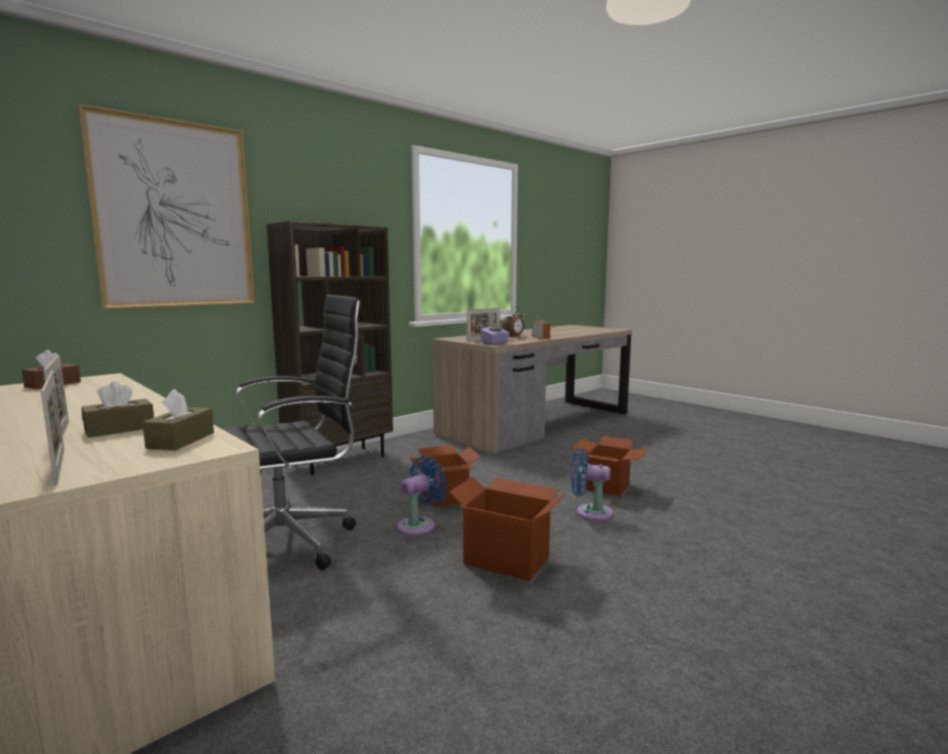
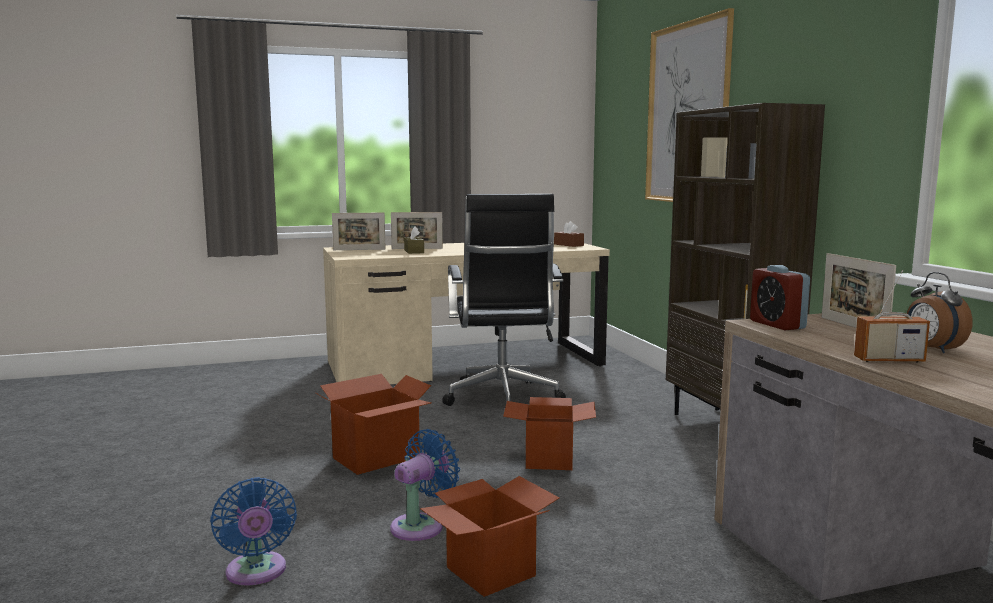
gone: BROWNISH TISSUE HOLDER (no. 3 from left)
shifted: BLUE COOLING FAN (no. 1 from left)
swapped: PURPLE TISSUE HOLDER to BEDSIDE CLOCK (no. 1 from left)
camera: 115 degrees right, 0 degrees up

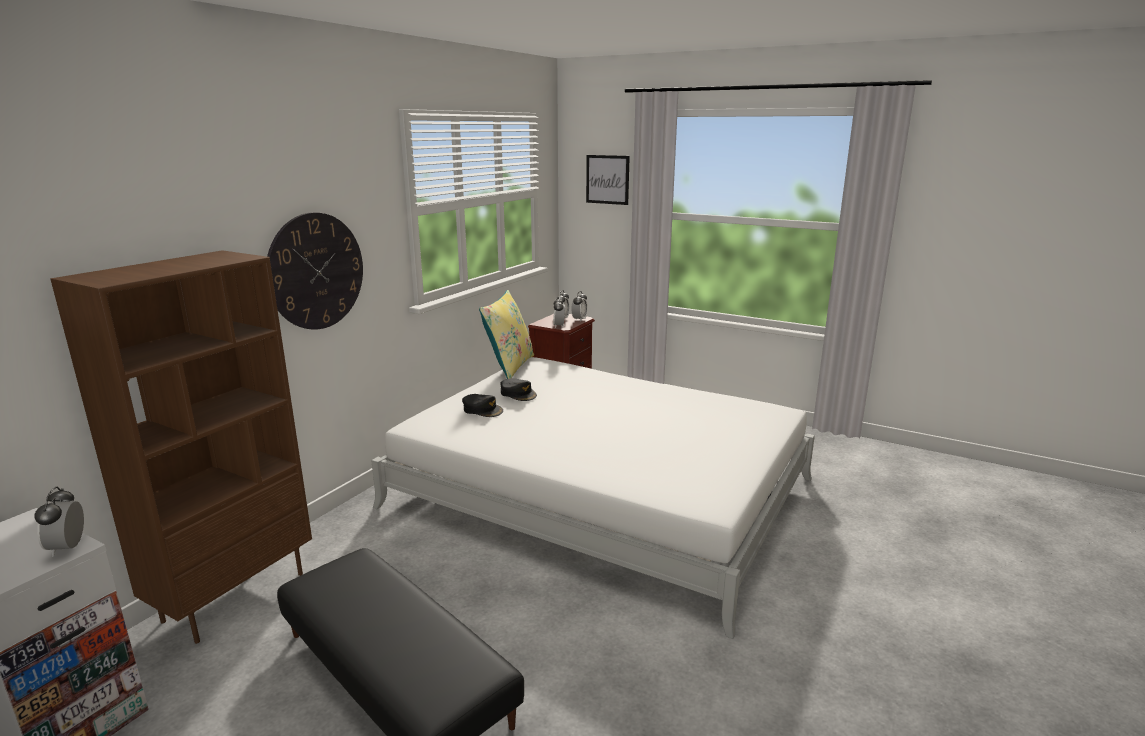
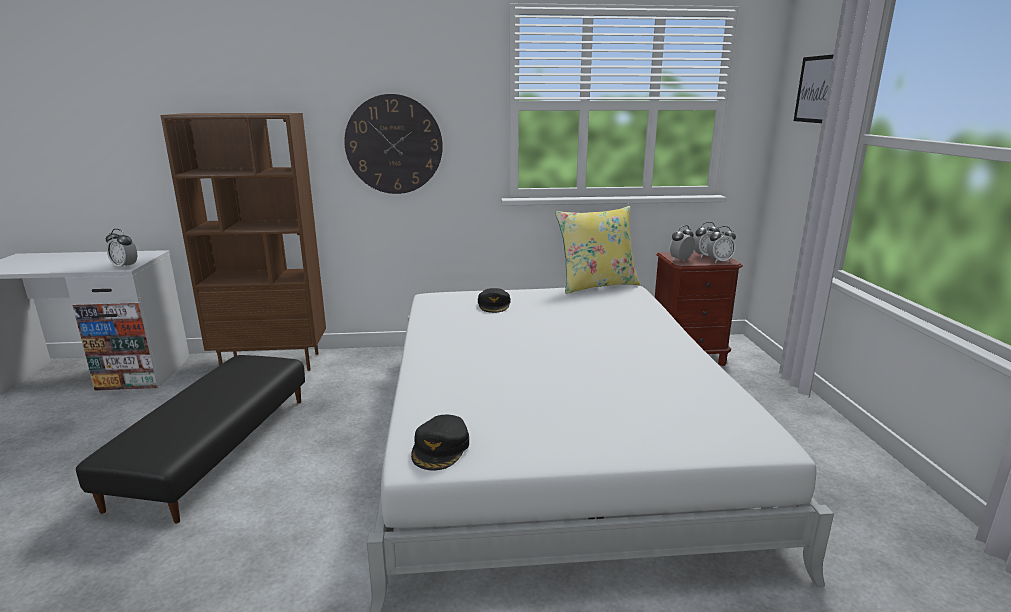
shifted: BLACK PEAKED CAP (no. 2 from left in the first image) to BLACK PEAKED CAP (no. 1 from left)
rotated: BEDSIDE CLOCK (no. 1 from left) 105 degrees counterclockwise
camera: 55 degrees right, 0 degrees up

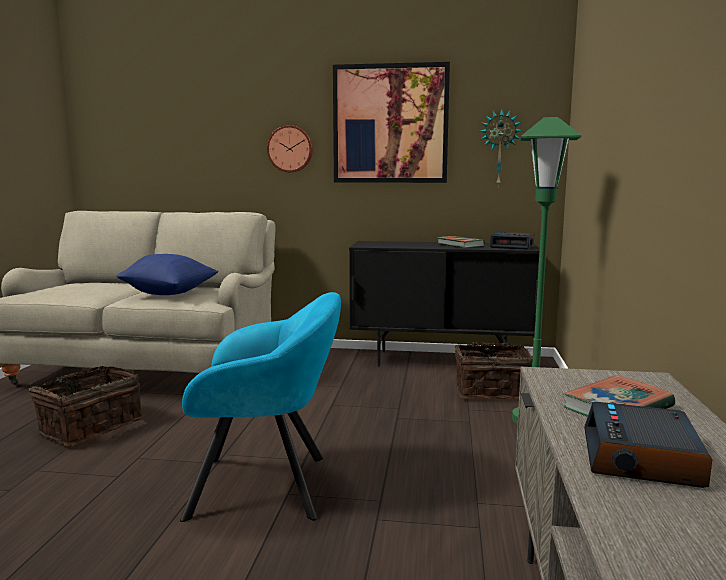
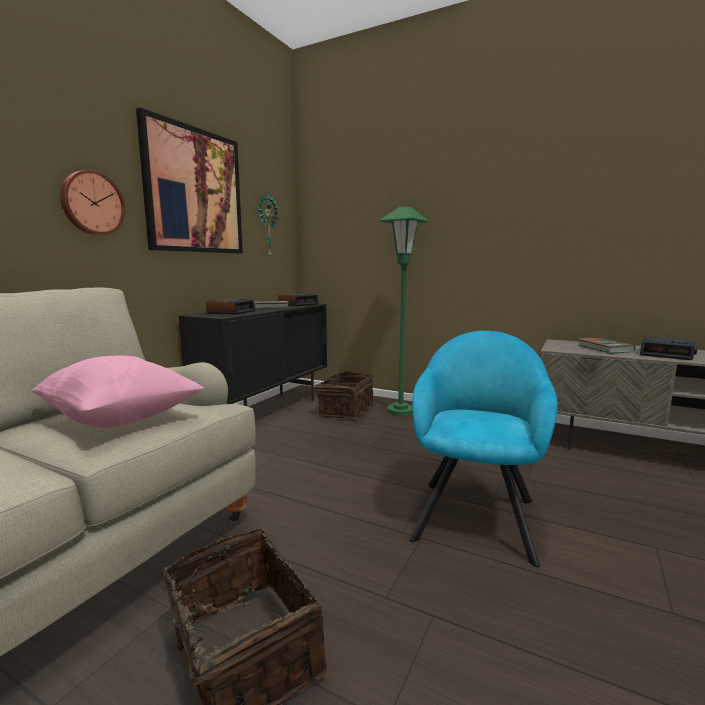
new: BEDSIDE CLOCK (no. 1 from left)
repainted: BLUE THROW PILLOW to PINK THROW PILLOW
camera: 70 degrees left, 0 degrees up

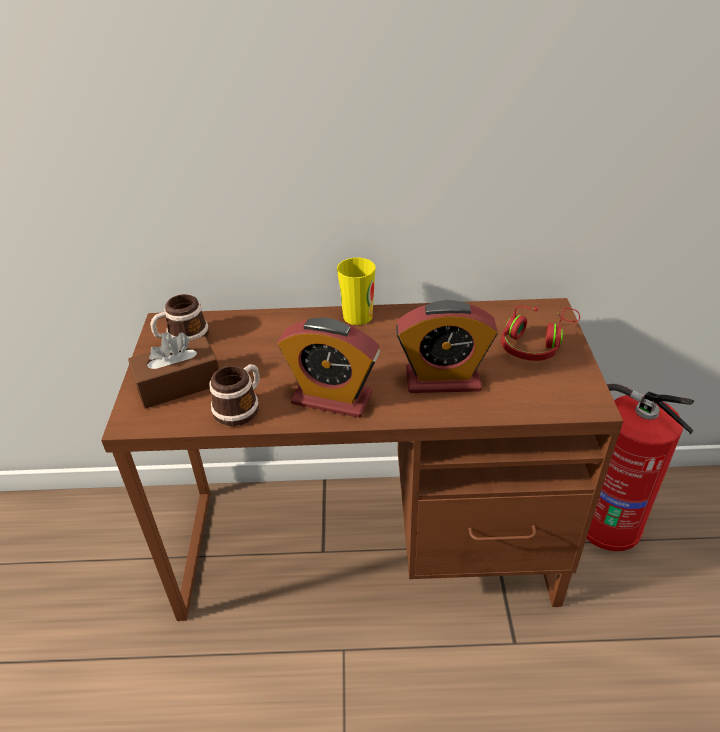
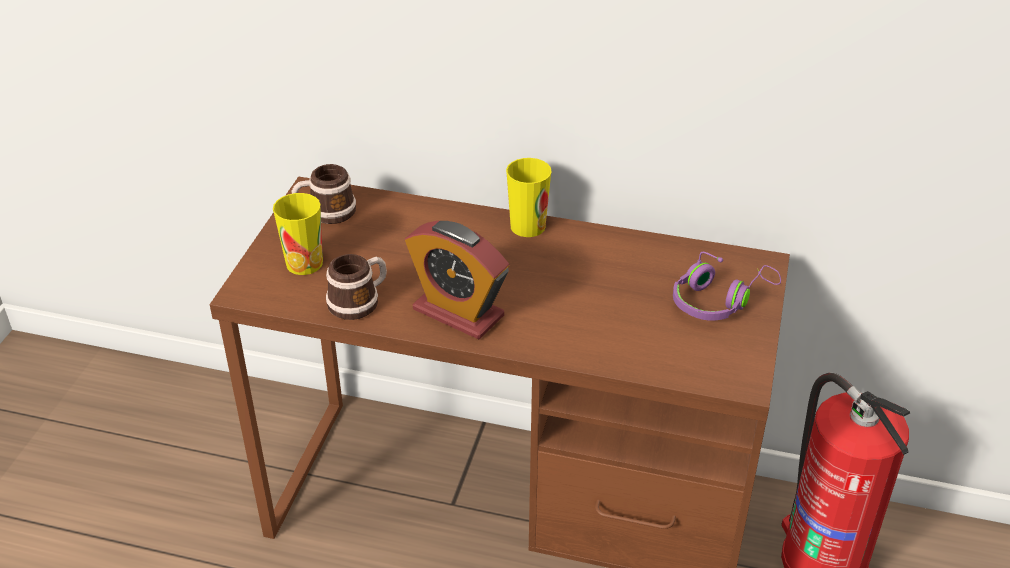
gone: BEDSIDE CLOCK (no. 2 from left)
swapped: BROWNISH TISSUE HOLDER to SMALL CUP (no. 1 from left)
repainted: RED PAIR OF HEADPHONES to PURPLE PAIR OF HEADPHONES
camera: 15 degrees right, 0 degrees up

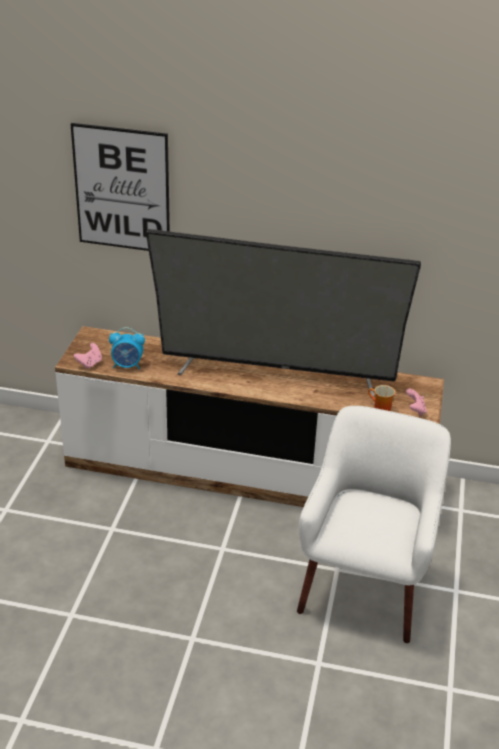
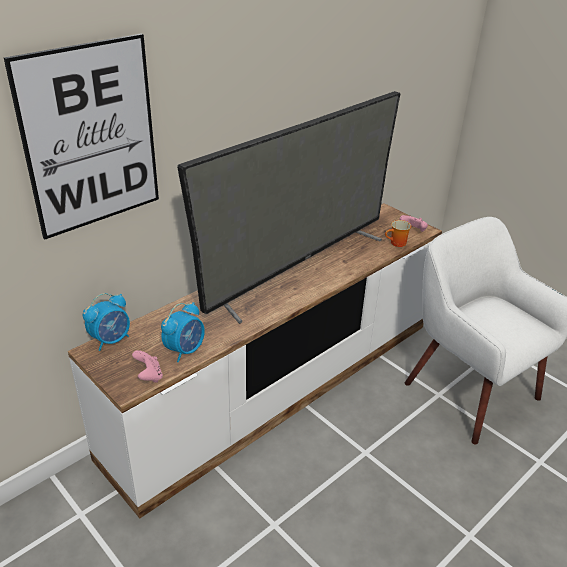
new: BEDSIDE CLOCK (no. 1 from left)
camera: 55 degrees left, 0 degrees up

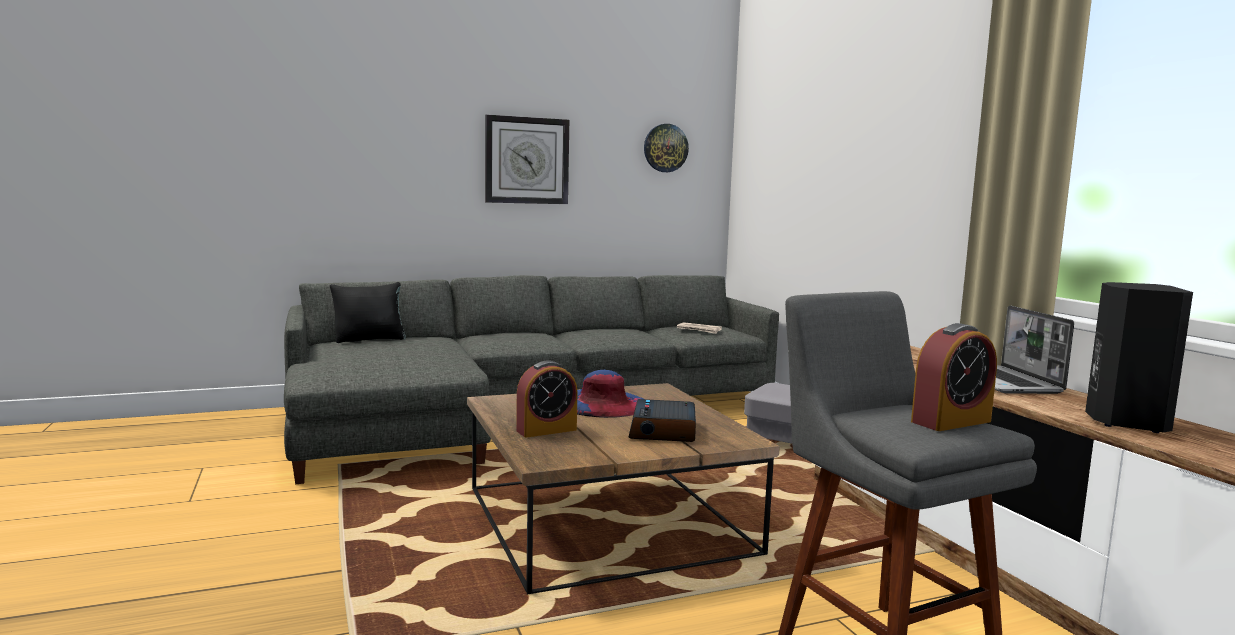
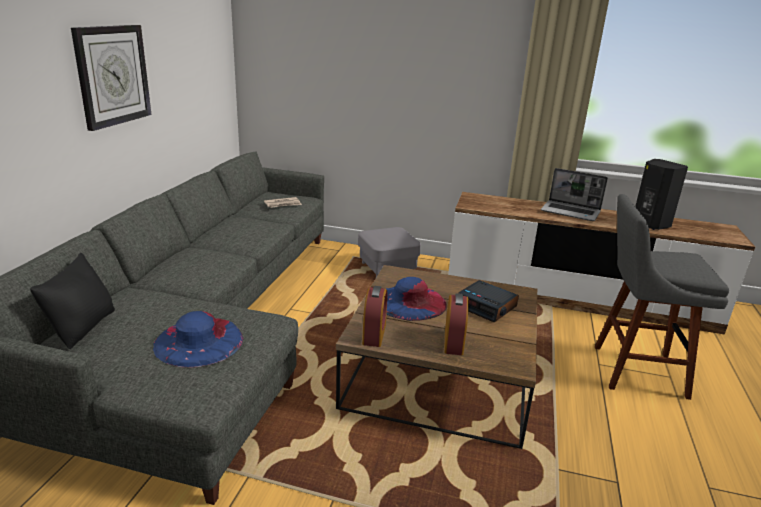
gone: CLOCK ON THE WALL (no. 2 from left)
new: BLUE WEARABLE HAT (no. 1 from left)
shifted: BEDSIDE CLOCK (no. 3 from left in the first image) to BEDSIDE CLOCK (no. 1 from left)
camera: 55 degrees left, 15 degrees up

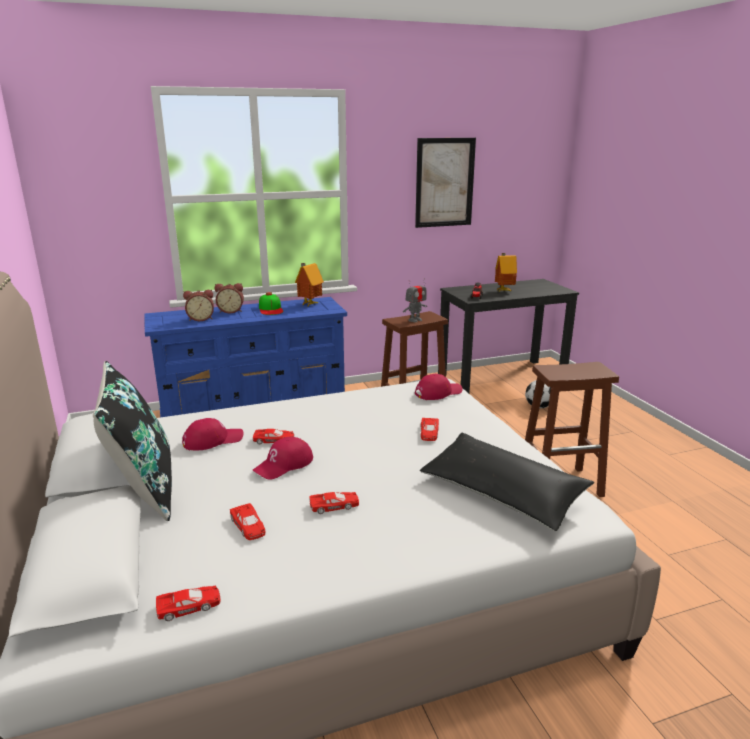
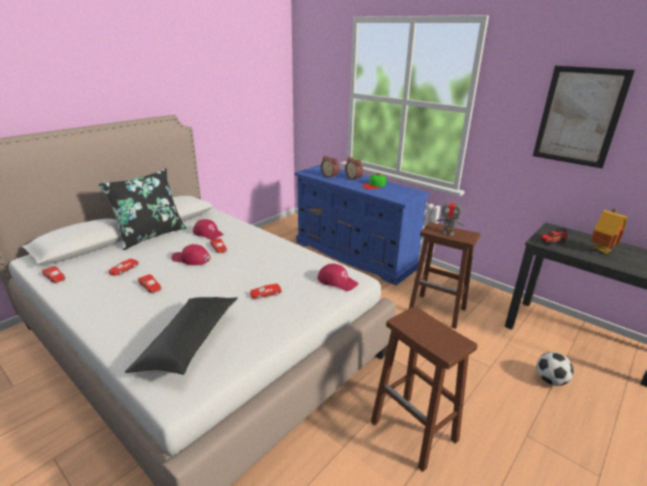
gone: TOY HOUSE (no. 1 from left)
camera: 60 degrees right, 5 degrees up

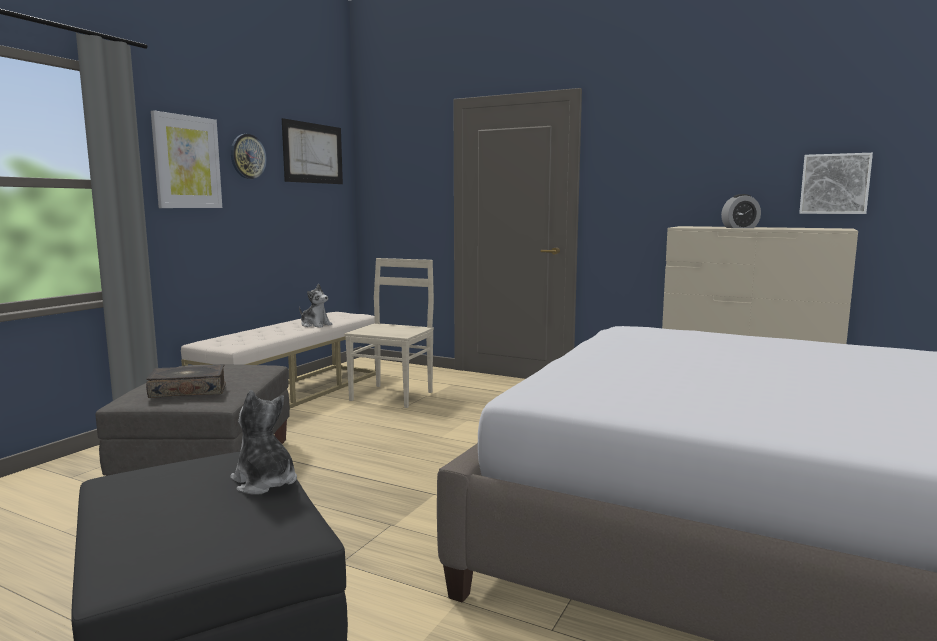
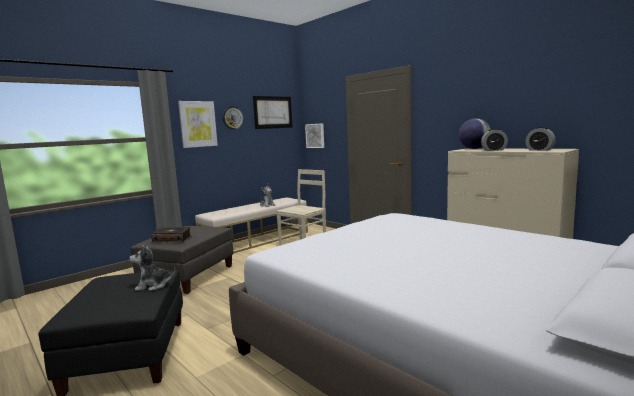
new: DESK GLOBE; BEDSIDE CLOCK (no. 2 from left)
shifted: PICTURE (no. 3 from left)
rotated: CUDDLY TOY (no. 1 from left) 75 degrees counterclockwise
camera: 20 degrees right, 0 degrees up

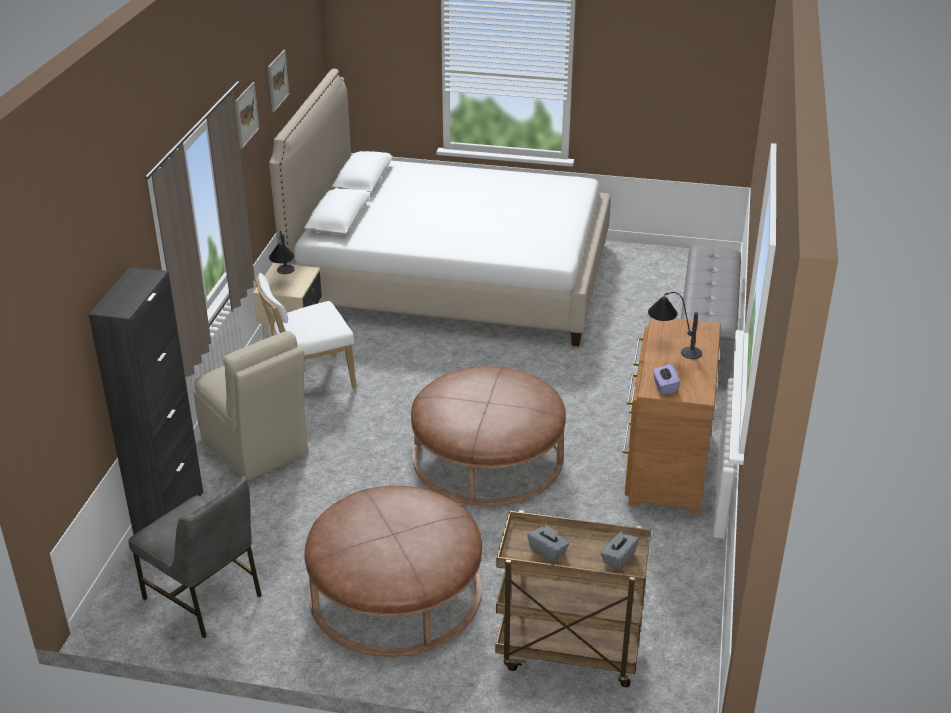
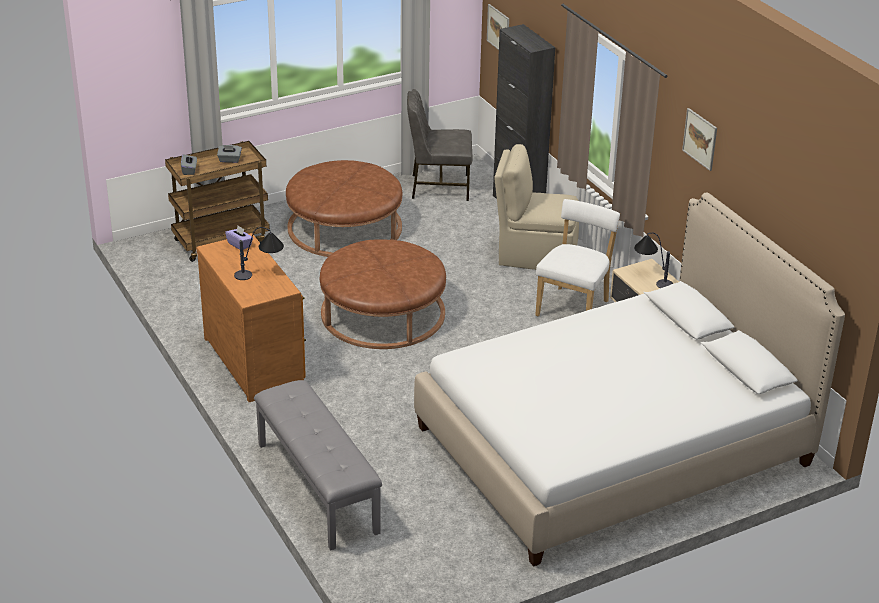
shifted: PICTURE (no. 2 from left in the first image) to PICTURE (no. 1 from left)
camera: 140 degrees right, 0 degrees up

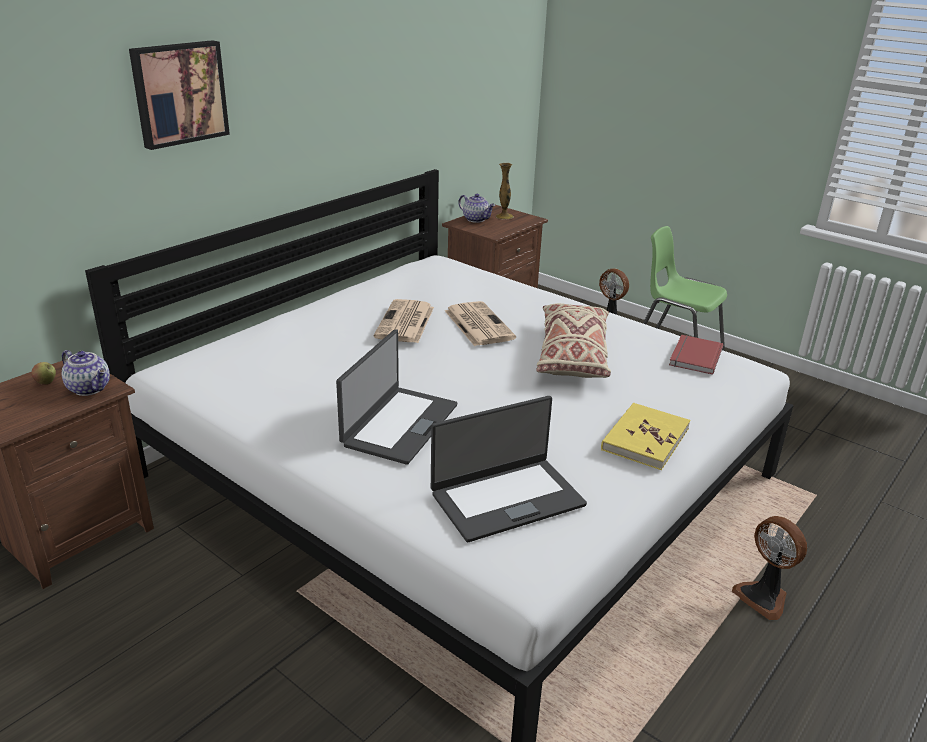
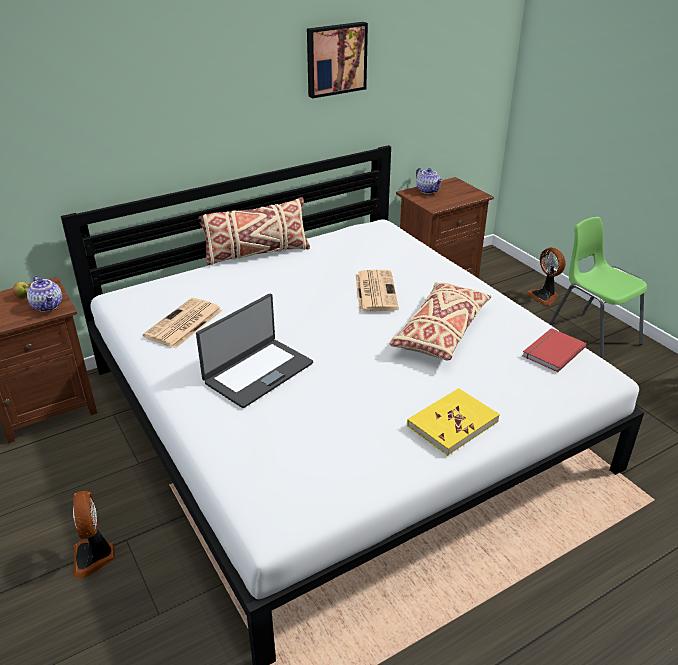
gone: PORTABLE COMPUTER (no. 2 from left); VASE
new: BEIGE-COLOURED THROW PILLOW (no. 1 from left)
shifted: PICTURE; NEWSPAPER (no. 1 from left); COOLING FAN (no. 2 from left in the first image) to COOLING FAN (no. 1 from left)
camera: 20 degrees right, 5 degrees up

